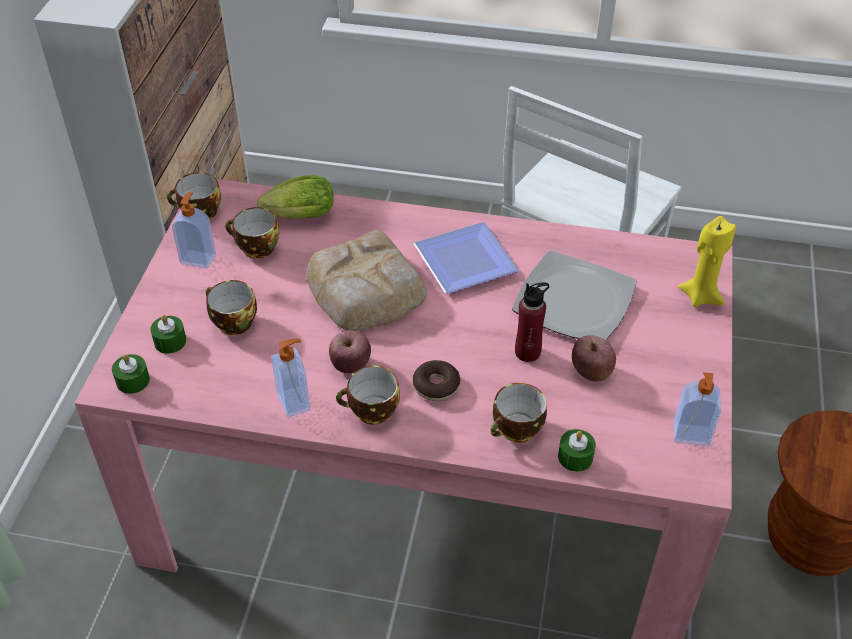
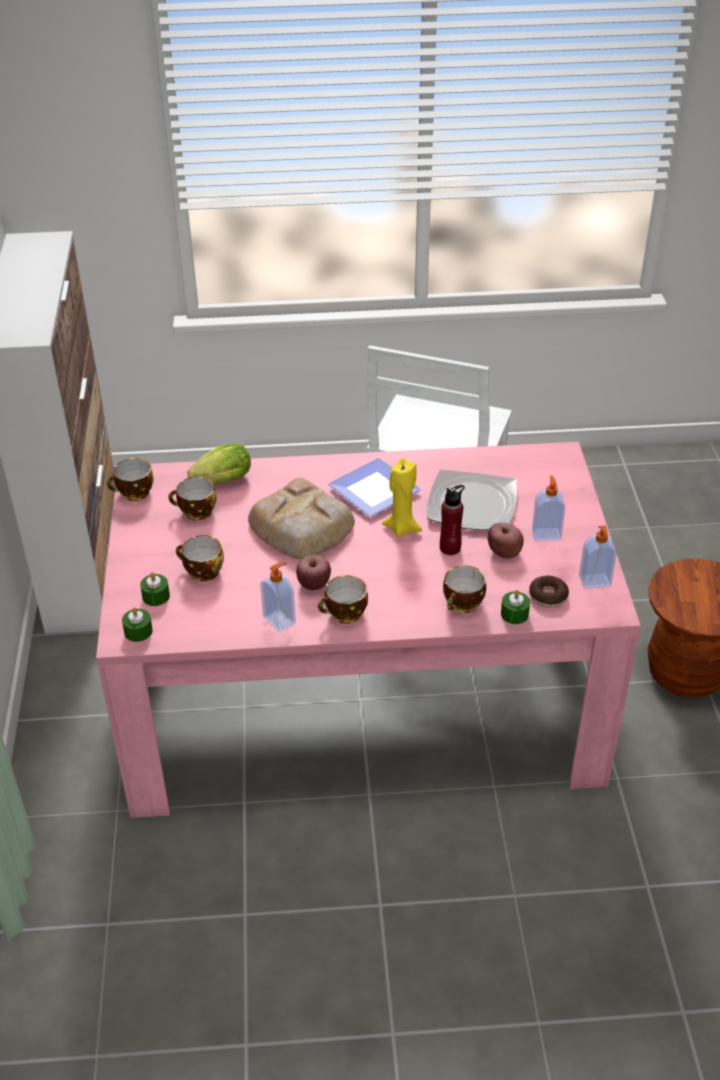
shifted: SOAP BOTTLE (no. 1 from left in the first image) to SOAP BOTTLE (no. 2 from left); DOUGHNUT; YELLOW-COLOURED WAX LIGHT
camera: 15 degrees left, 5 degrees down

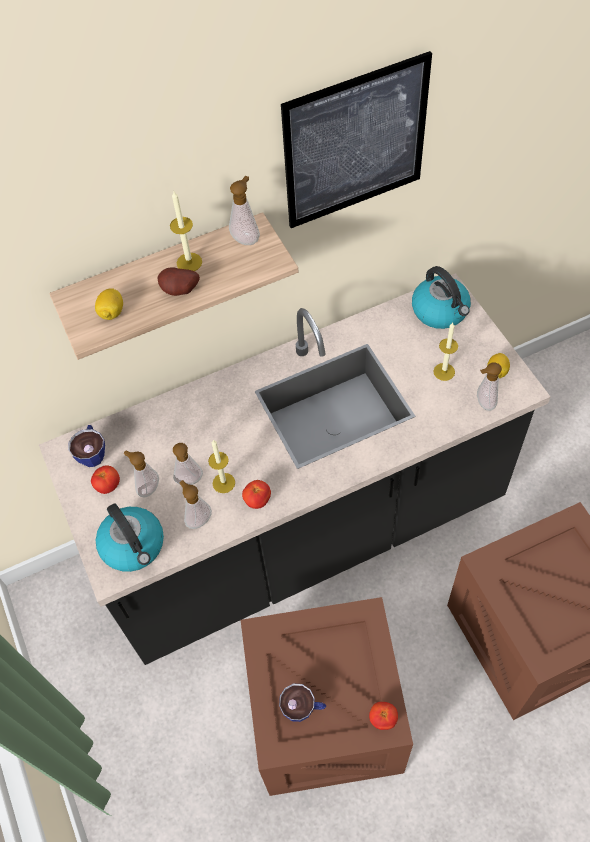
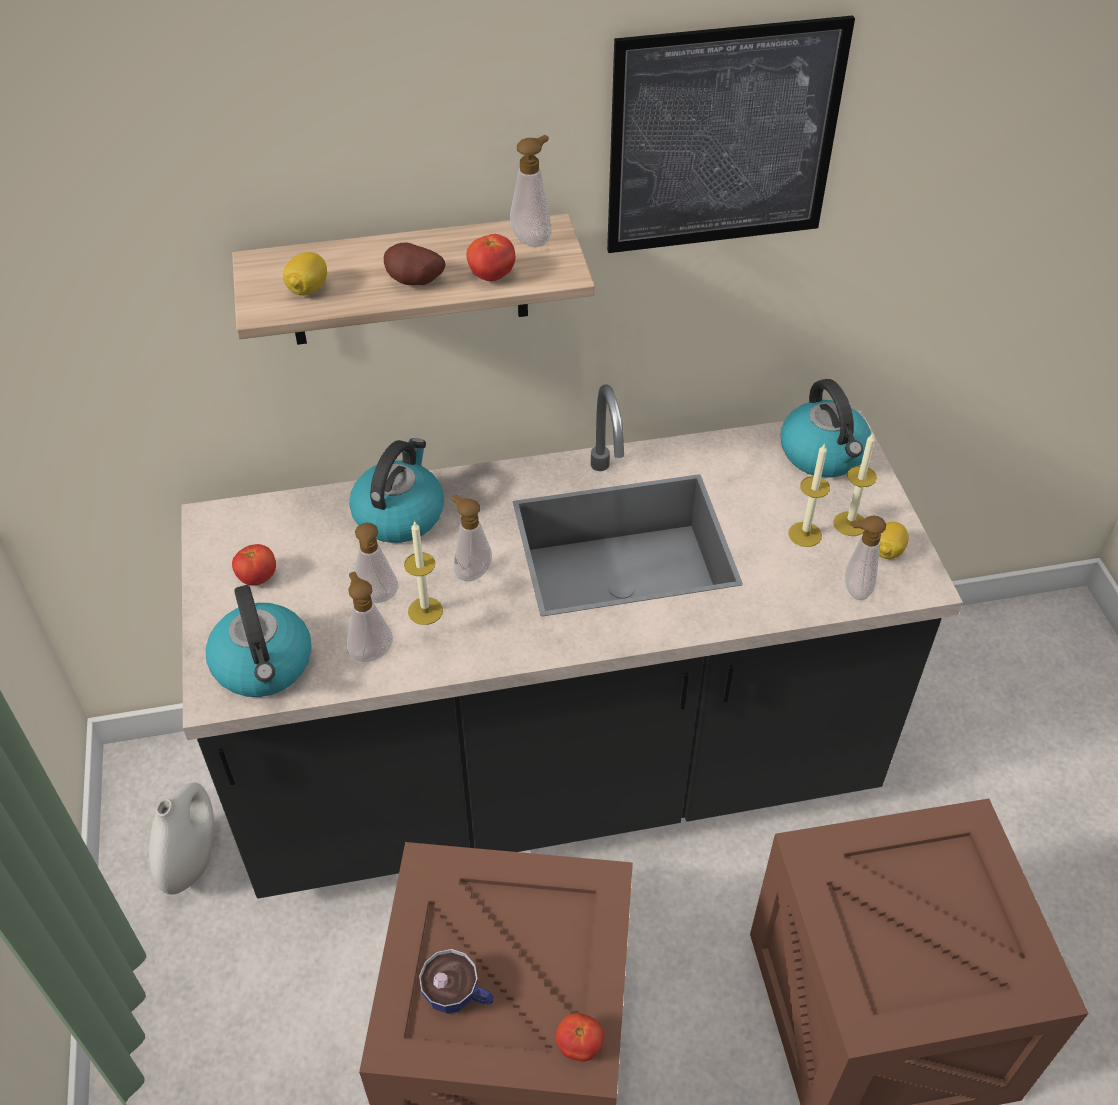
gone: SMALL CUP (no. 1 from left)
new: WHITISH VASE; WATER KETTLE (no. 2 from left)
shifted: SOAP BOTTLE (no. 1 from left in the first image) to SOAP BOTTLE (no. 3 from left); WAX LIGHT (no. 1 from left in the first image) to WAX LIGHT (no. 3 from left); WHOLE TOMATO (no. 2 from left)
camera: 10 degrees right, 10 degrees down

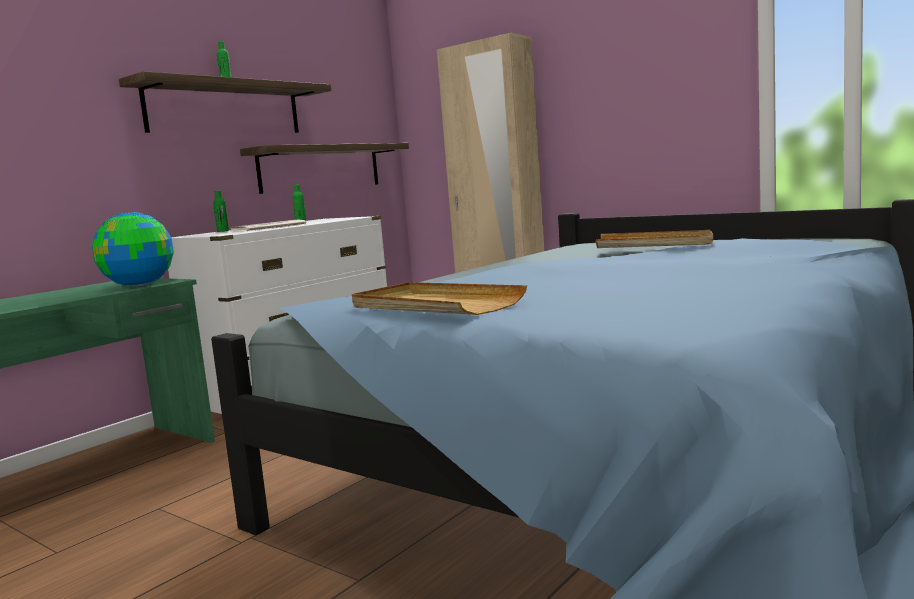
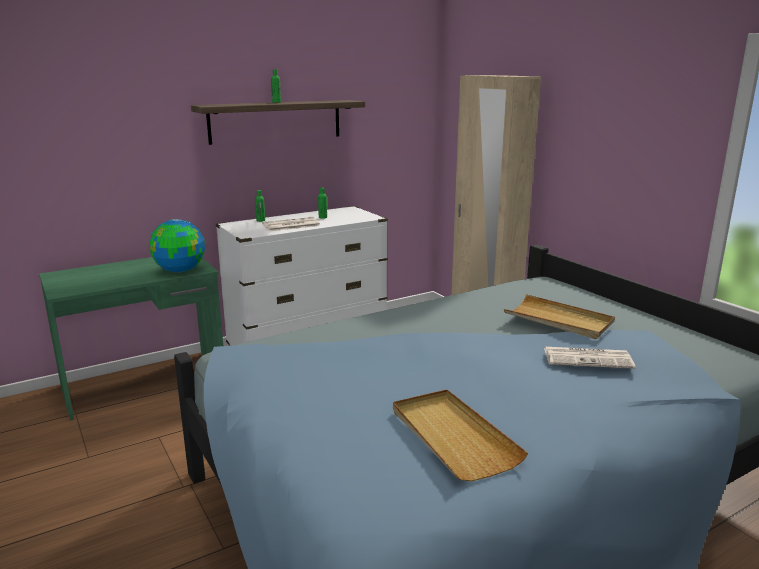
gone: BRACKET SHELF (no. 2 from left)
new: NEWSPAPER (no. 2 from left)
shifted: BEIGE-COLOURED TRAY (no. 1 from left)
camera: 20 degrees right, 10 degrees up

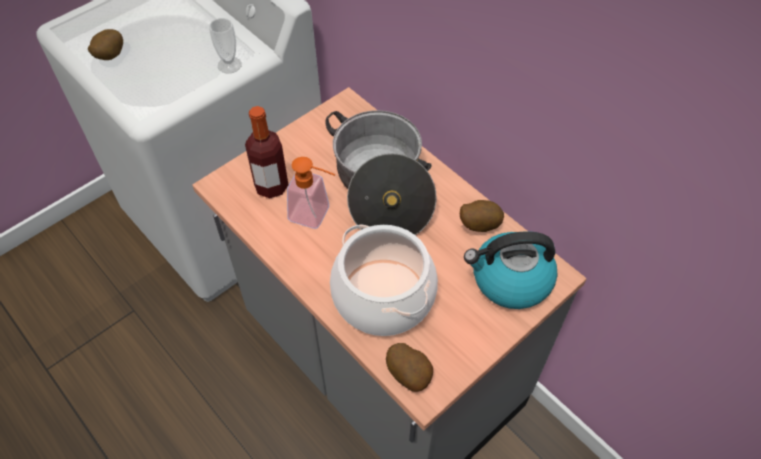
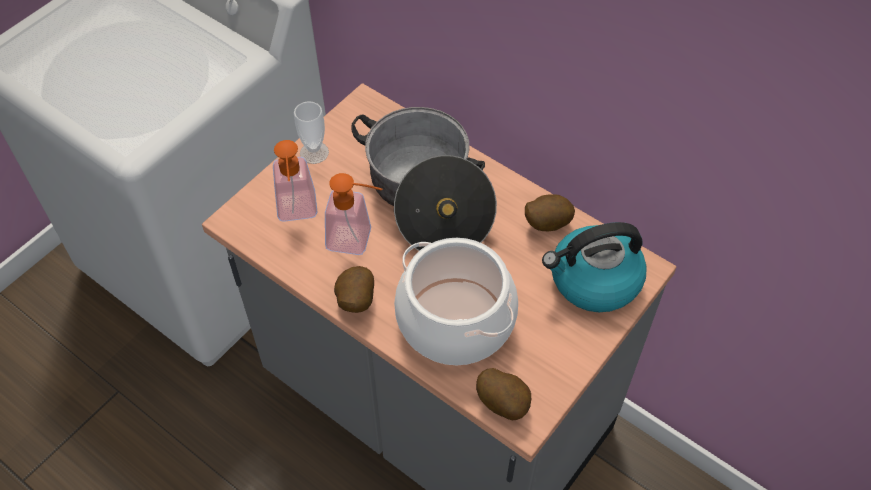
shifted: WHOLE POTATO (no. 1 from left); SMALL CUP
swapped: BOTTLE to SOAP BOTTLE (no. 1 from left)
camera: 10 degrees left, 0 degrees up

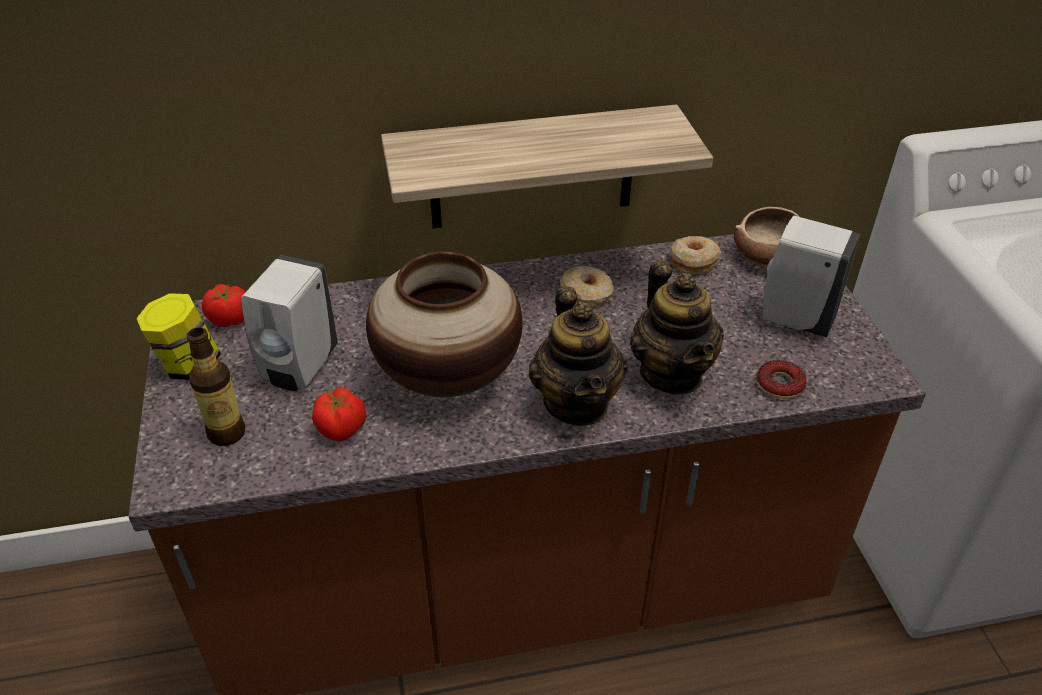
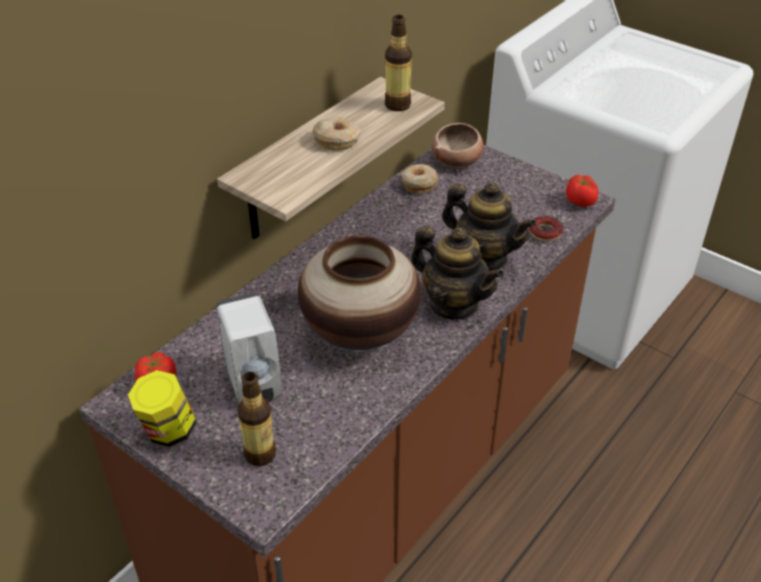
gone: WHITISH SOAP BOTTLE (no. 2 from left)
new: BOTTLE (no. 2 from left)
shifted: WHOLE TOMATO (no. 2 from left); DOUGHNUT (no. 1 from left)
camera: 40 degrees left, 0 degrees up

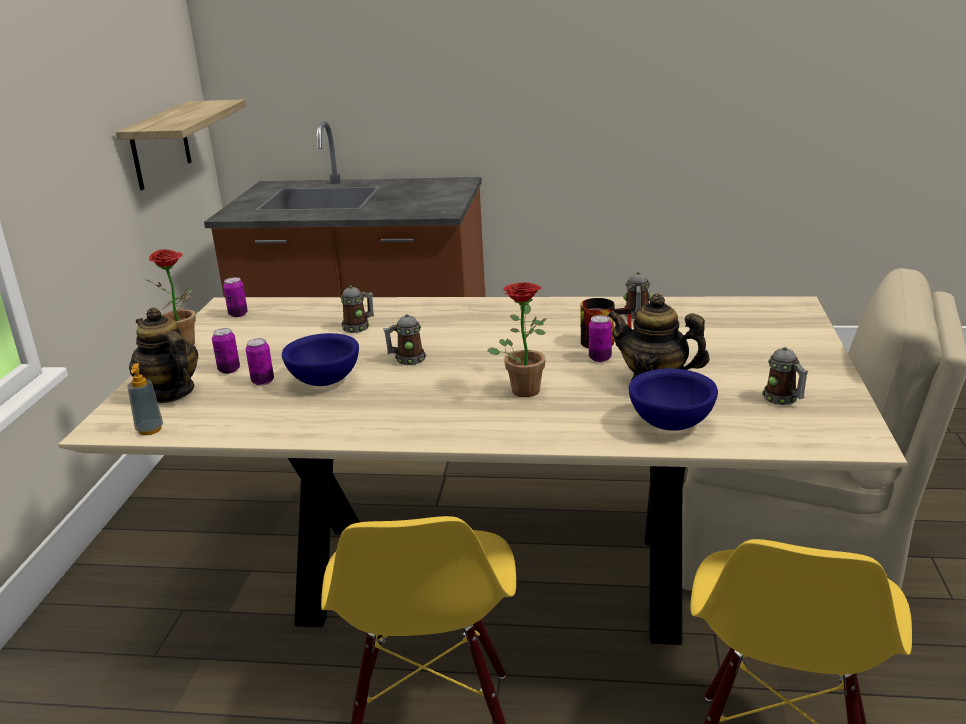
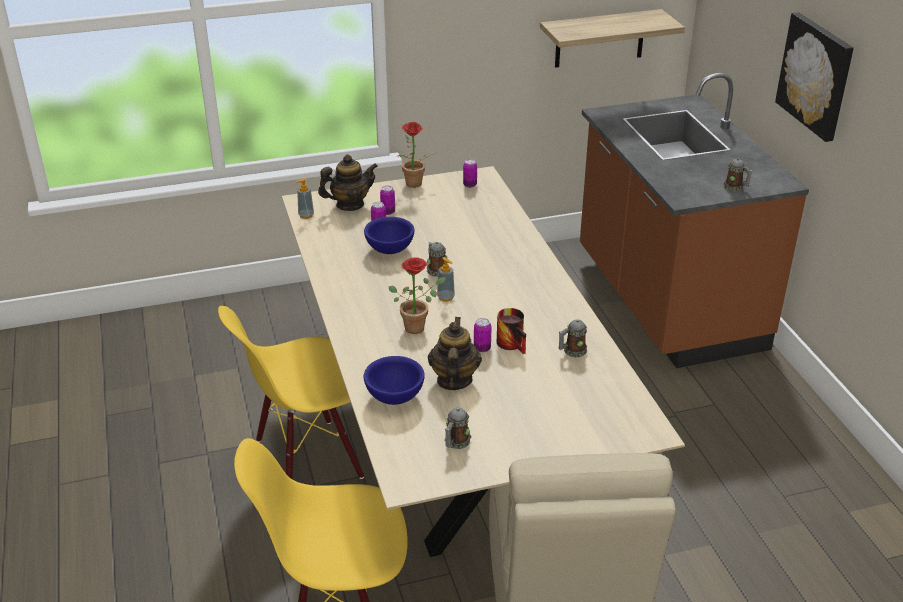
new: SOAP BOTTLE (no. 2 from left); PICTURE
shifted: MUG (no. 1 from left in the first image) to MUG (no. 5 from left)
rotated: POT FOR TEA (no. 1 from left) 45 degrees clockwise
camera: 65 degrees right, 10 degrees up

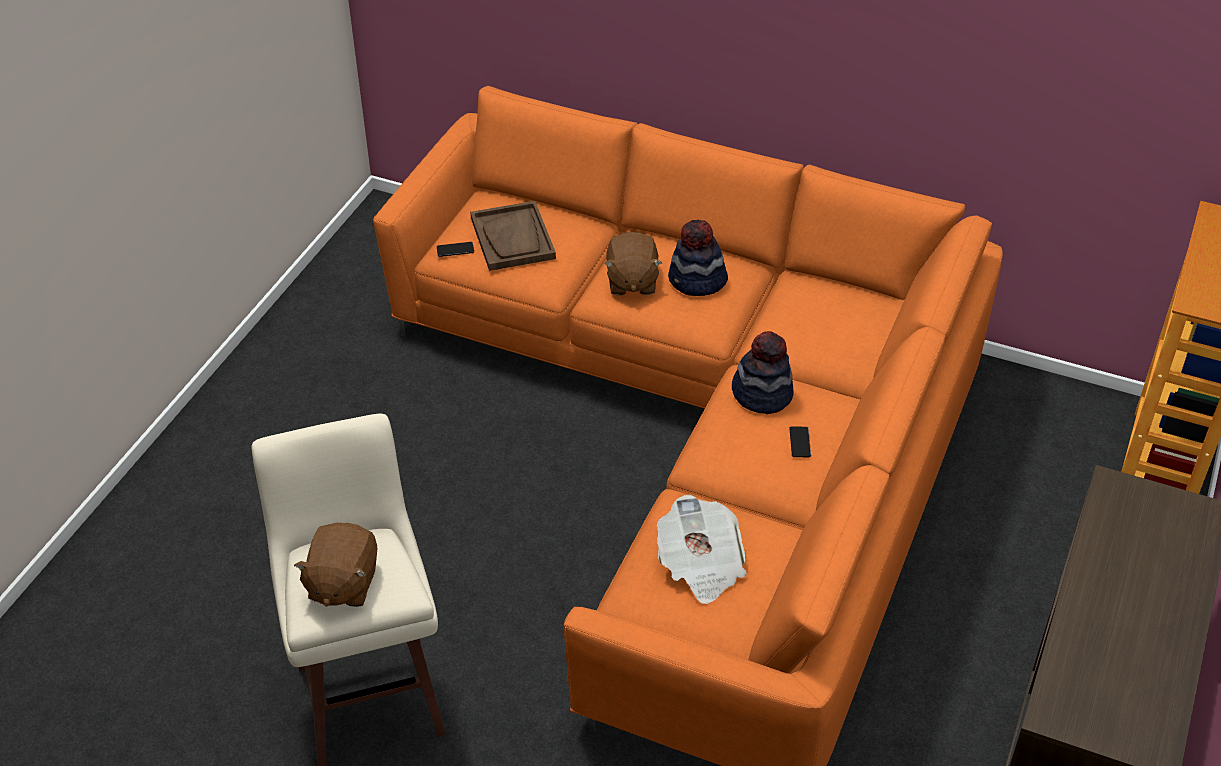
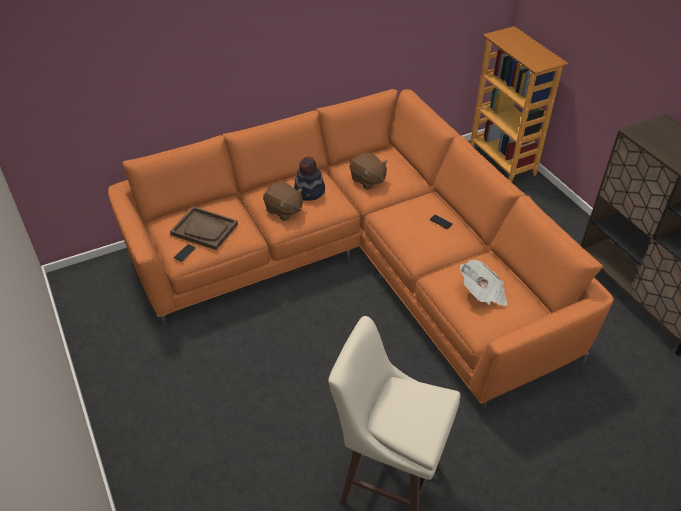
gone: WEARABLE HAT (no. 2 from left)
shifted: BROWNISH CUDDLY TOY (no. 1 from left in the first image) to BROWNISH CUDDLY TOY (no. 2 from left)
camera: 50 degrees left, 0 degrees up

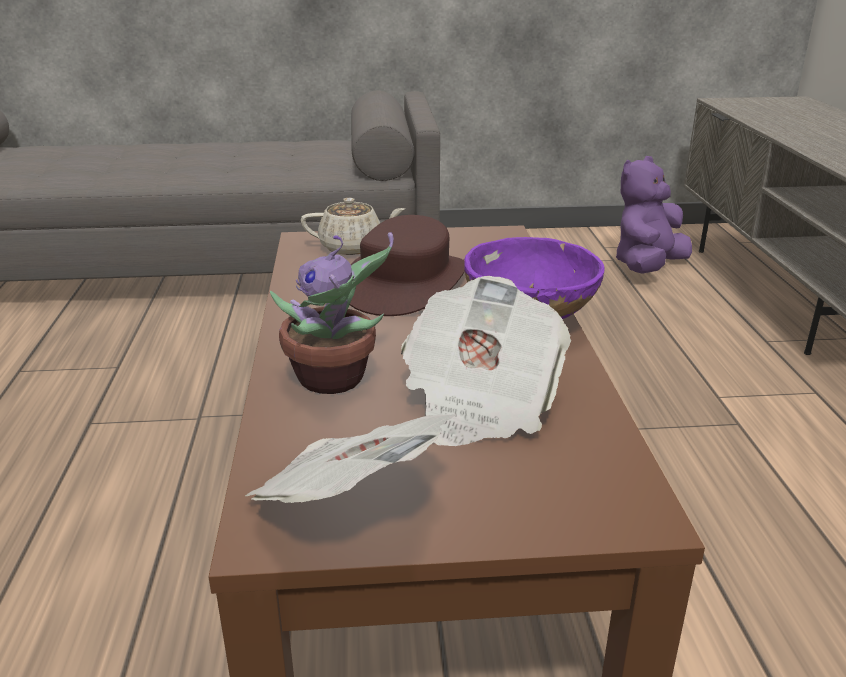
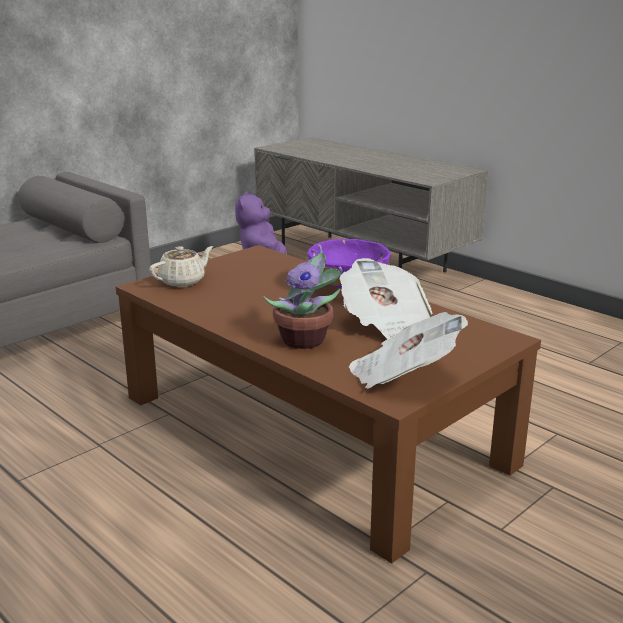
gone: BROWNISH WEARABLE HAT
camera: 40 degrees left, 5 degrees down

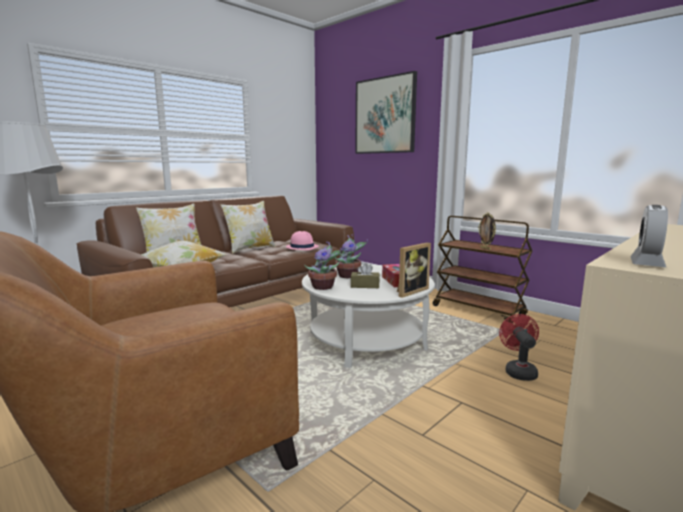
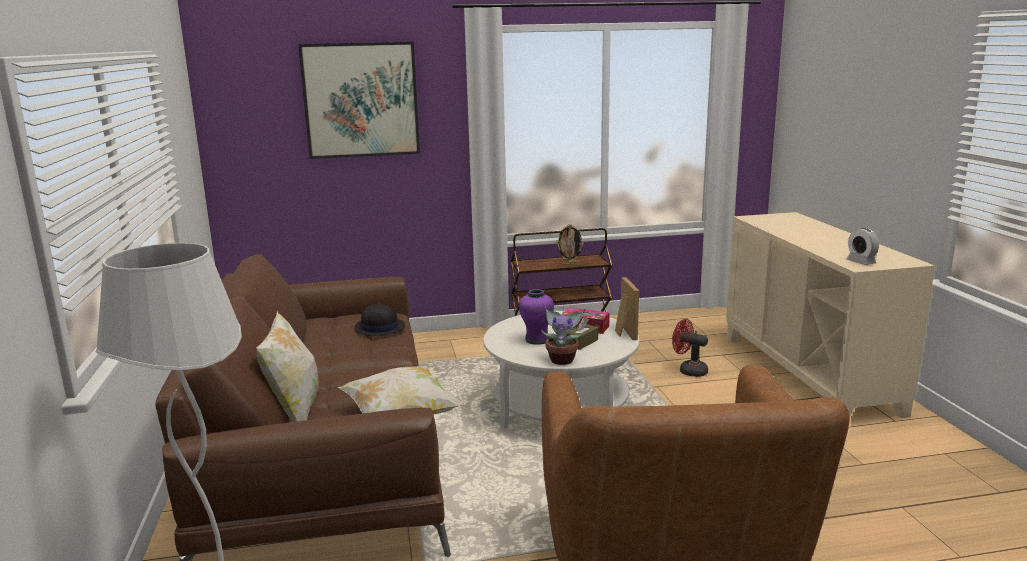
gone: THROW PILLOW (no. 3 from left)
swapped: PLANT IN A POT (no. 2 from left) to PURPLE VASE
repainted: PINK WEARABLE HAT to BLACK WEARABLE HAT
camera: 55 degrees left, 5 degrees up

